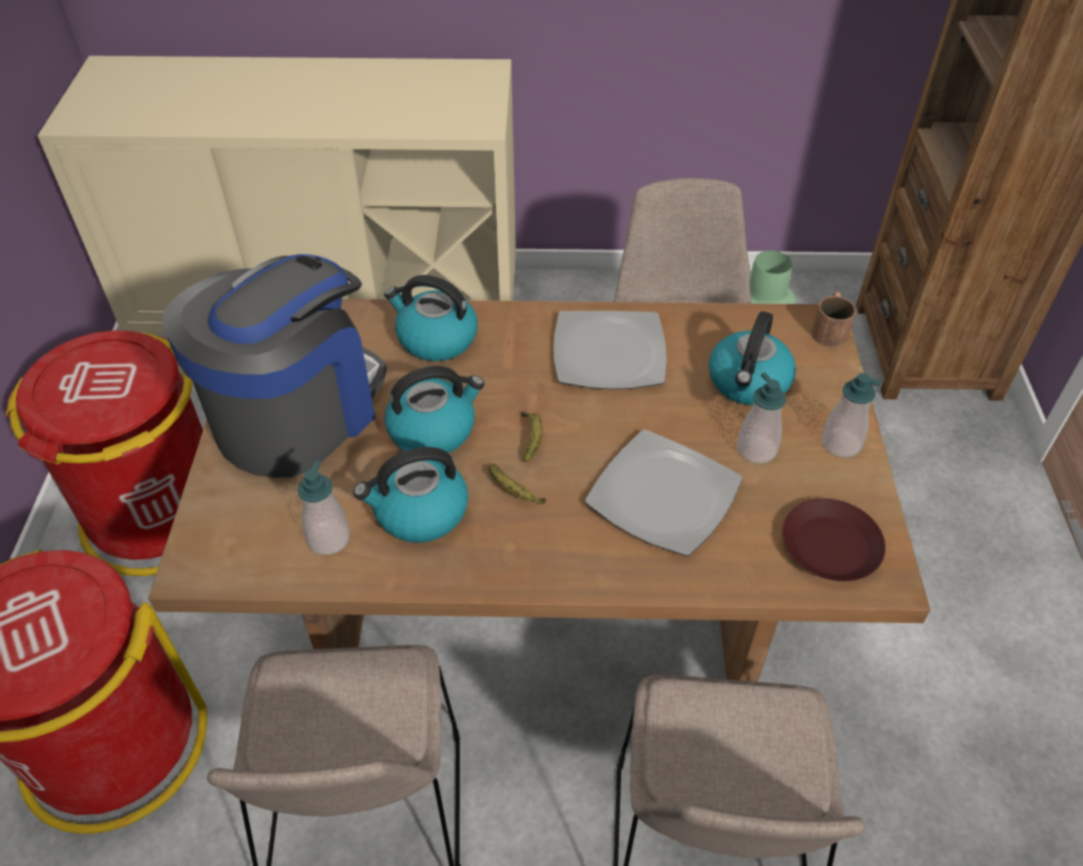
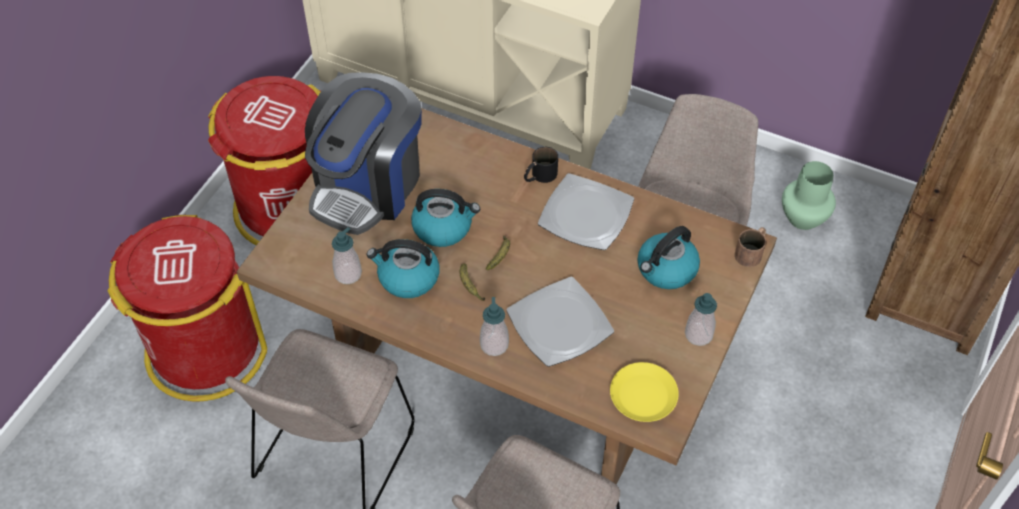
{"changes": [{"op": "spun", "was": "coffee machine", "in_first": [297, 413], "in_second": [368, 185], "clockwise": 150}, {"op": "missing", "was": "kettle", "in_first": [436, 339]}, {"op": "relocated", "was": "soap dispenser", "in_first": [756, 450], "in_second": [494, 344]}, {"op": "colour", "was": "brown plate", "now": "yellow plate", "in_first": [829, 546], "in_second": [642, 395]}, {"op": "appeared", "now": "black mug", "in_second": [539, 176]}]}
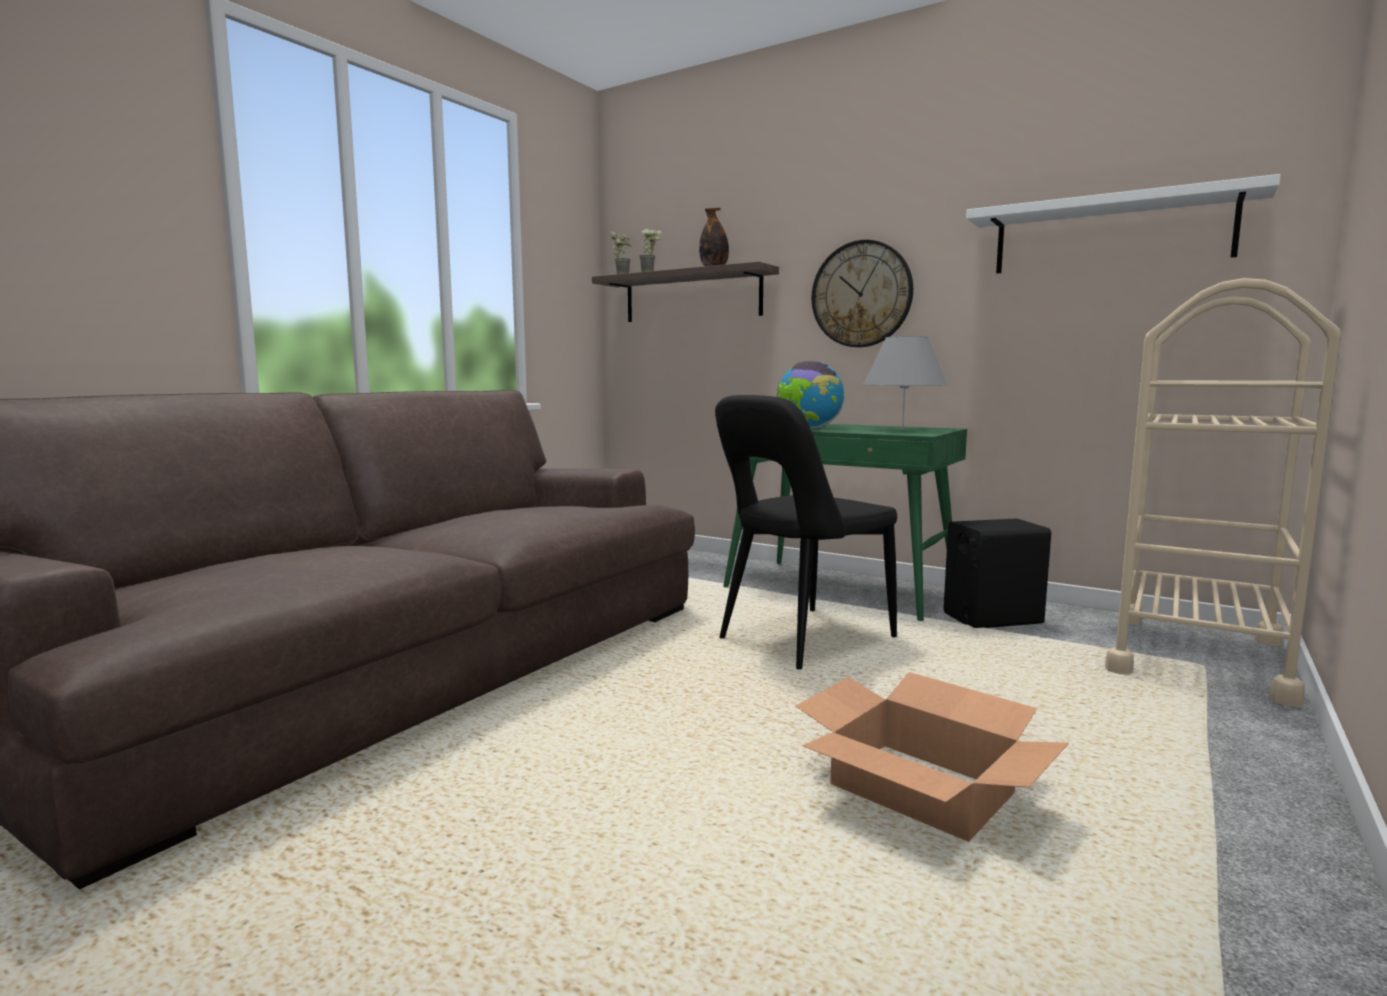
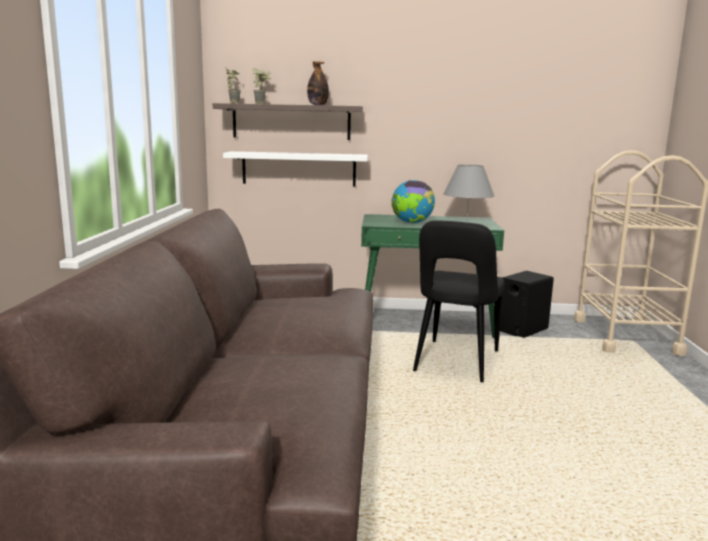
{"changes": [{"op": "relocated", "was": "white shelf", "in_first": [1110, 235], "in_second": [299, 169]}, {"op": "missing", "was": "wall clock", "in_first": [861, 294]}, {"op": "missing", "was": "cardboard box", "in_first": [921, 791]}]}
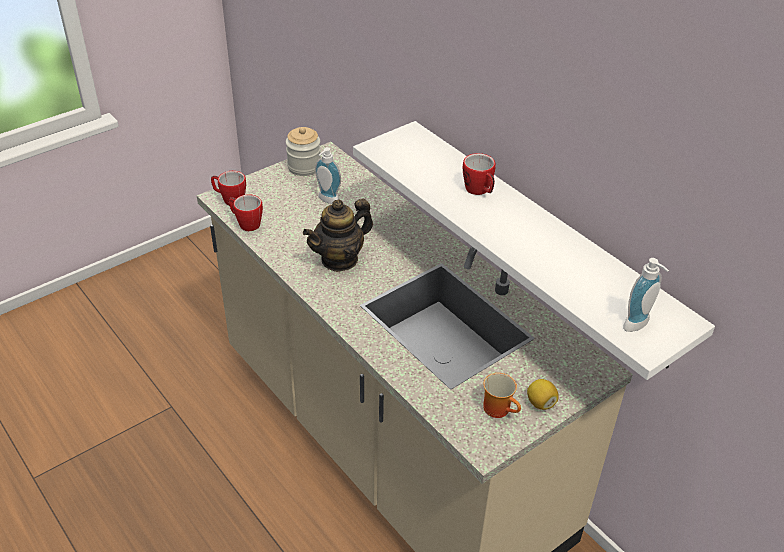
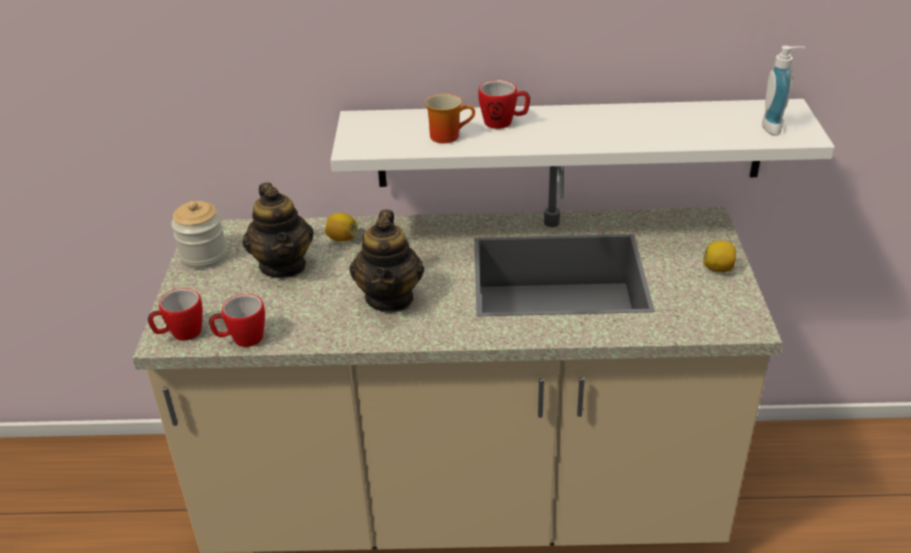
{"changes": [{"op": "exchanged", "was": "soap dispenser", "now": "teapot", "in_first": [327, 200], "in_second": [283, 265]}, {"op": "relocated", "was": "mug", "in_first": [500, 409], "in_second": [448, 135]}, {"op": "appeared", "now": "lemon", "in_second": [342, 239]}]}
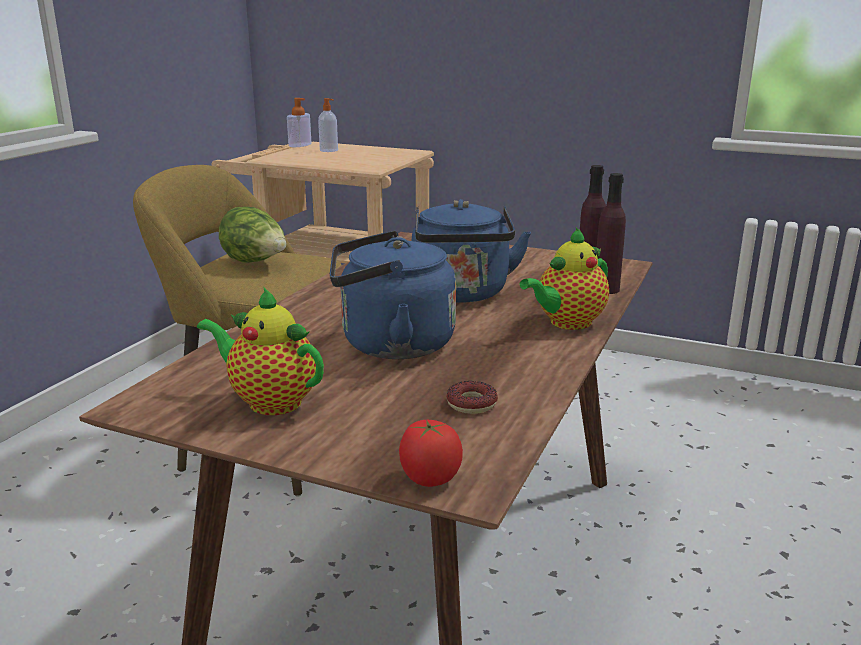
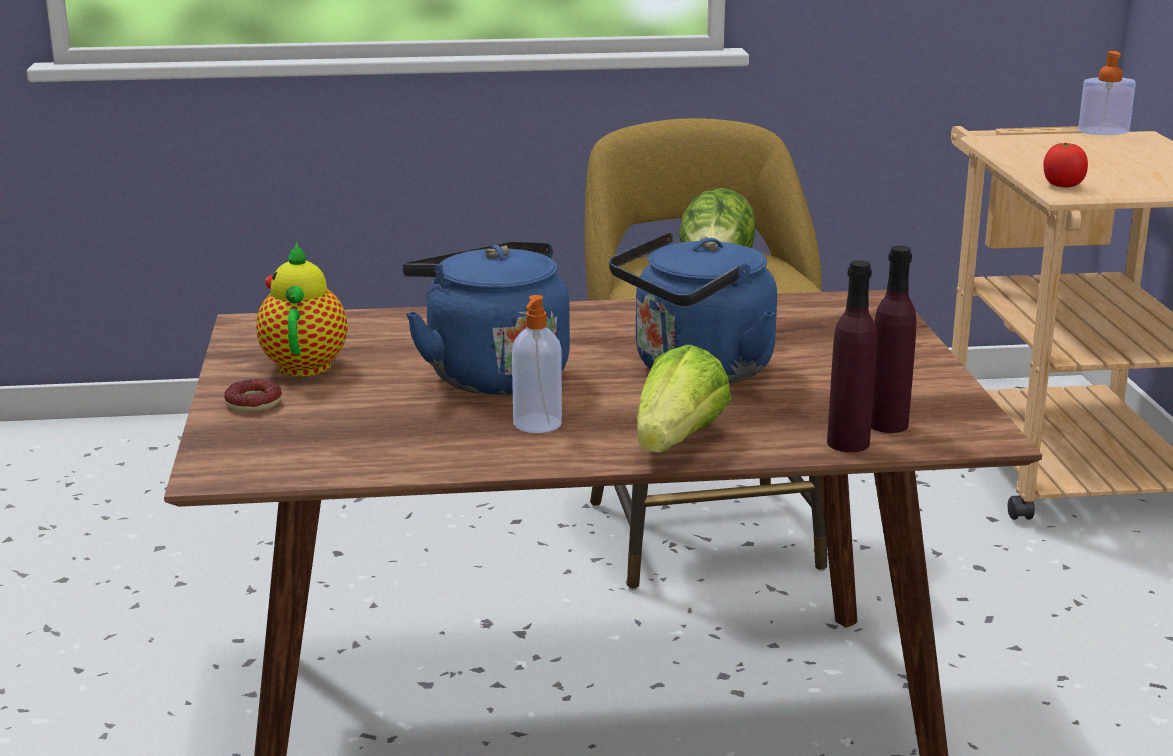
{"changes": [{"op": "relocated", "was": "soap dispenser", "in_first": [329, 150], "in_second": [537, 425]}, {"op": "exchanged", "was": "teapot", "now": "lettuce", "in_first": [567, 323], "in_second": [677, 442]}, {"op": "relocated", "was": "donut", "in_first": [472, 404], "in_second": [253, 403]}, {"op": "relocated", "was": "tomato", "in_first": [429, 479], "in_second": [1062, 186]}]}
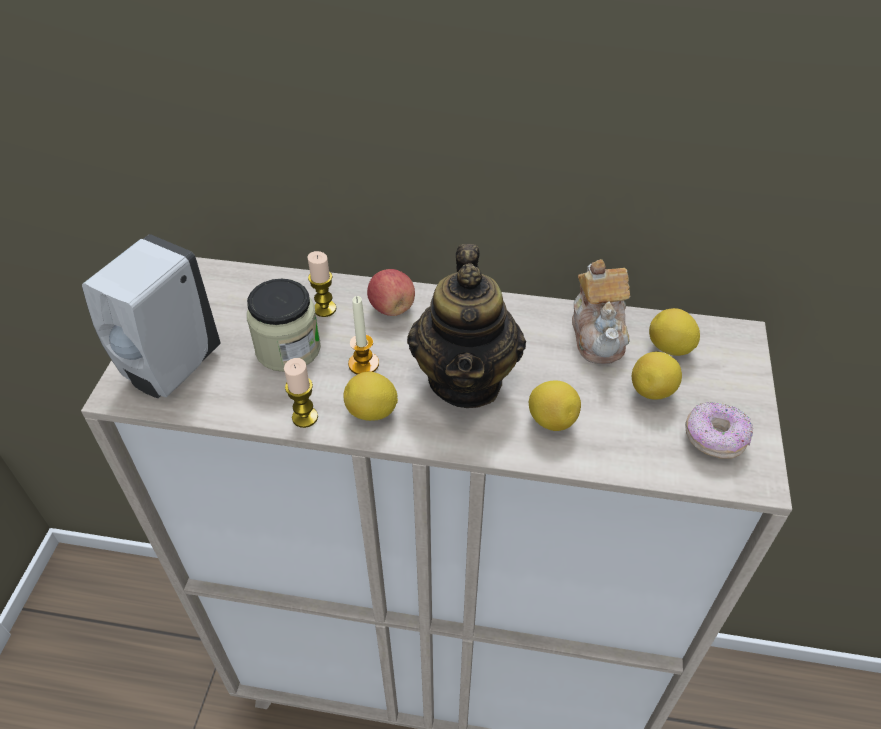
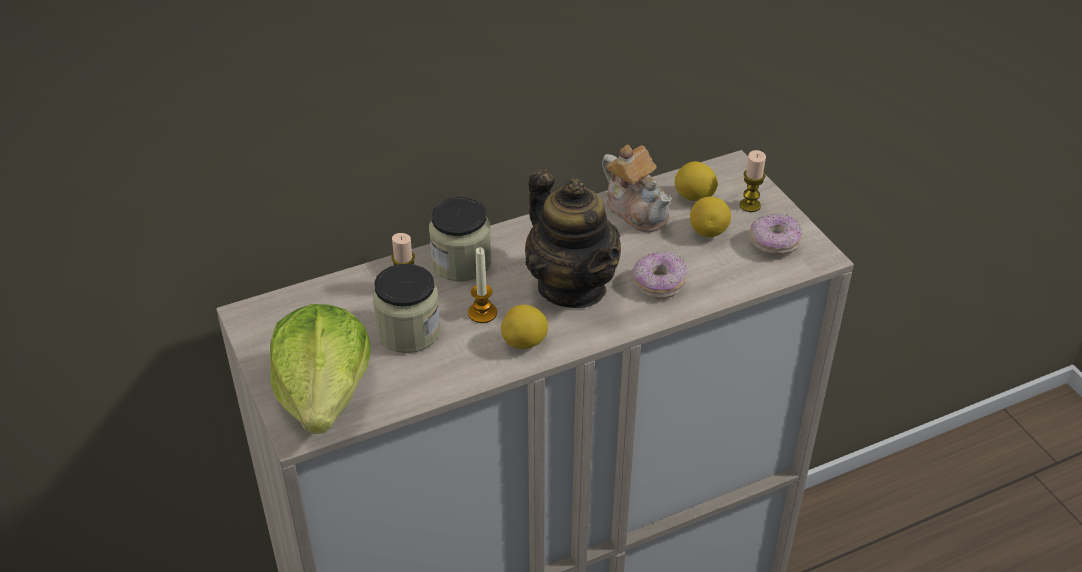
{"changes": [{"op": "exchanged", "was": "white soap dispenser", "now": "lettuce", "in_first": [170, 370], "in_second": [324, 394]}, {"op": "exchanged", "was": "apple", "now": "jar", "in_first": [392, 308], "in_second": [461, 262]}, {"op": "relocated", "was": "candle", "in_first": [305, 417], "in_second": [750, 205]}, {"op": "exchanged", "was": "lemon", "now": "donut", "in_first": [551, 420], "in_second": [659, 284]}]}
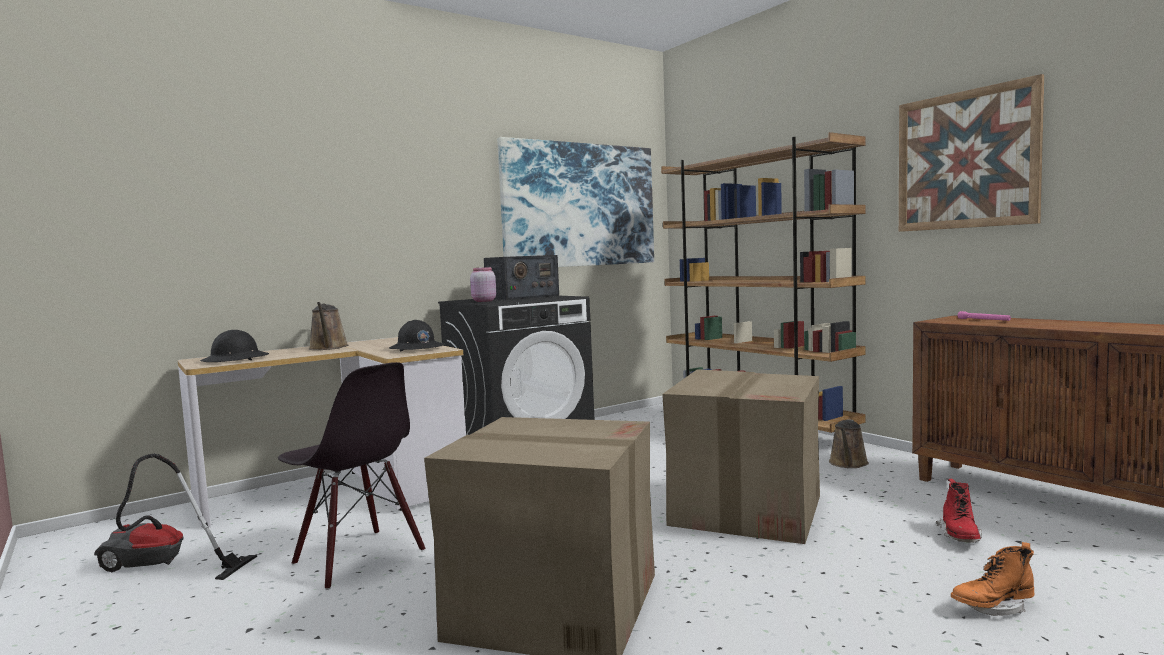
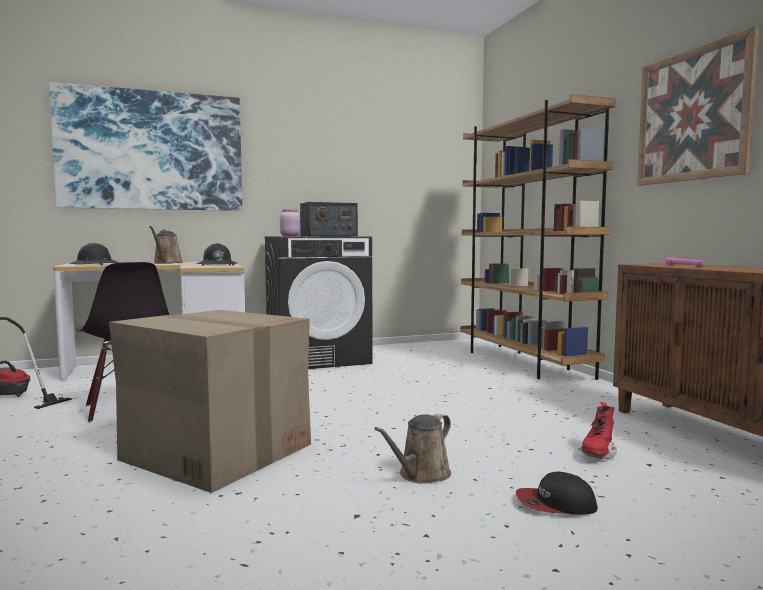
{"changes": [{"op": "relocated", "was": "picture", "in_first": [580, 205], "in_second": [152, 151]}, {"op": "missing", "was": "cardboard box", "in_first": [747, 509]}, {"op": "relocated", "was": "brown watering can", "in_first": [848, 464], "in_second": [421, 475]}, {"op": "exchanged", "was": "orange boot", "now": "cap", "in_first": [992, 607], "in_second": [555, 504]}]}
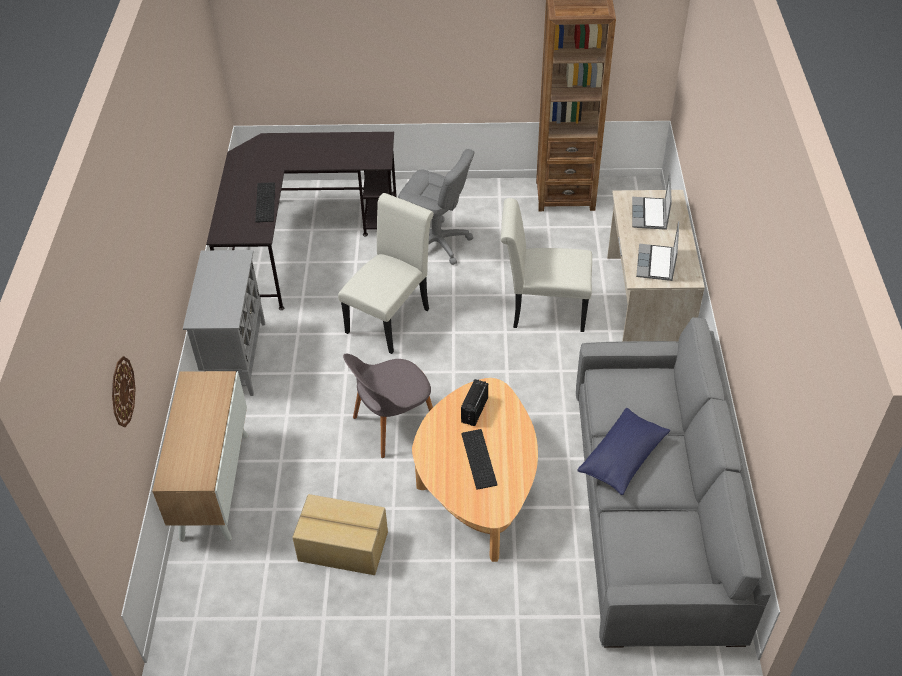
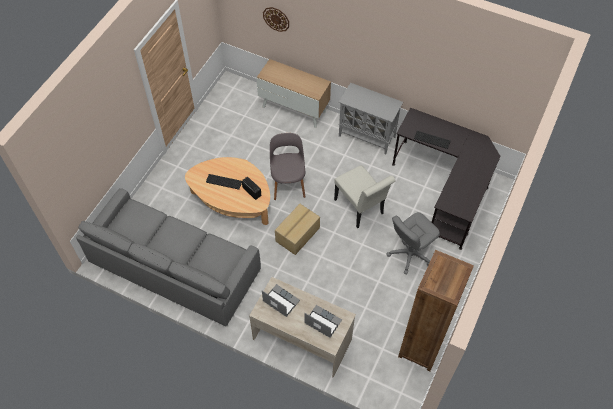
{"changes": [{"op": "missing", "was": "white chair", "in_first": [542, 310]}, {"op": "missing", "was": "blue pillow", "in_first": [622, 458]}, {"op": "relocated", "was": "cardboard box", "in_first": [343, 547], "in_second": [297, 234]}]}
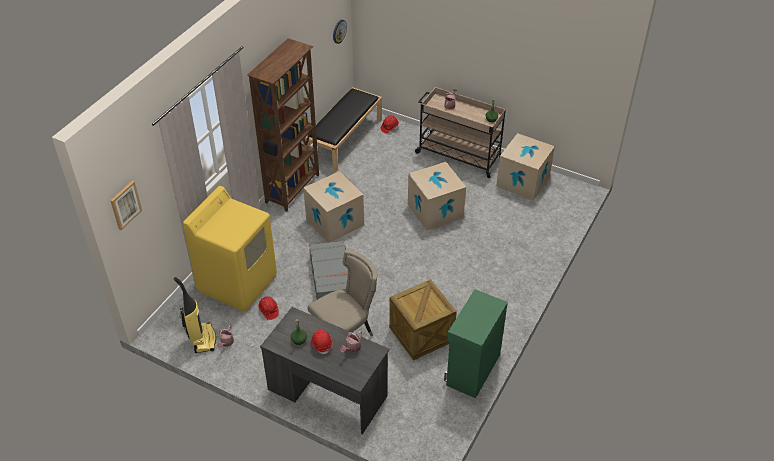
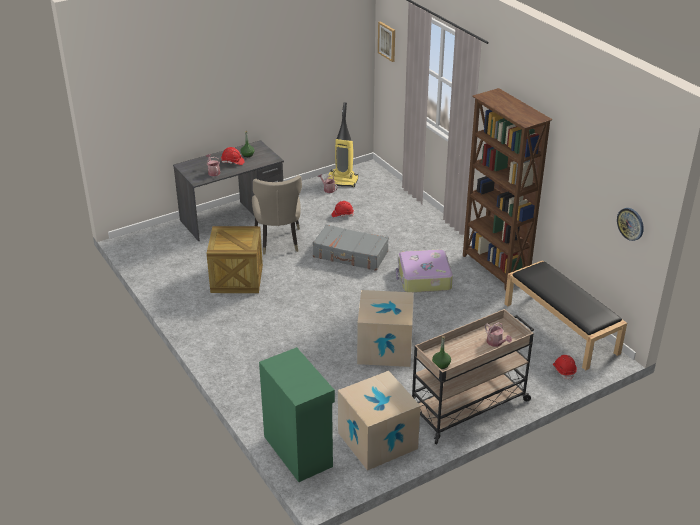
{"changes": [{"op": "exchanged", "was": "cardboard box", "now": "suitcase", "in_first": [334, 222], "in_second": [423, 278]}, {"op": "missing", "was": "yellow washing machine", "in_first": [238, 283]}, {"op": "relocated", "was": "green cabinet", "in_first": [472, 370], "in_second": [298, 450]}]}
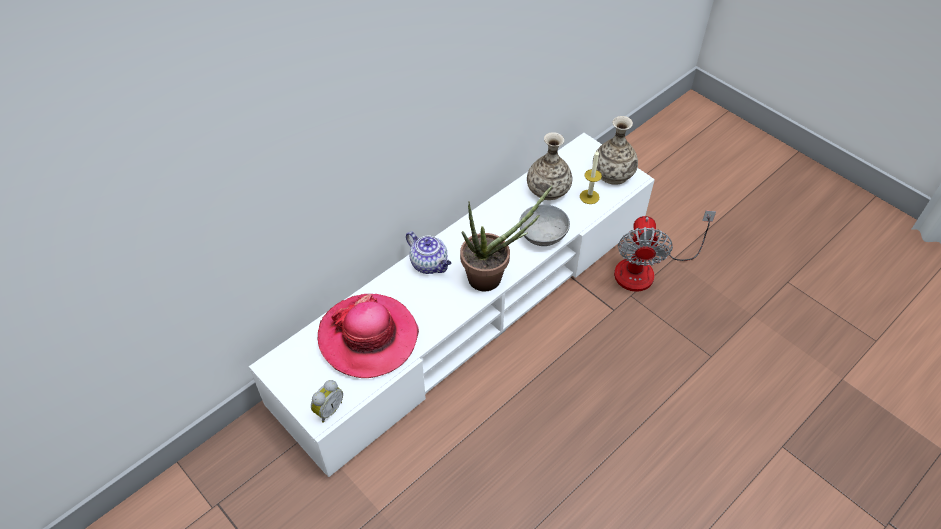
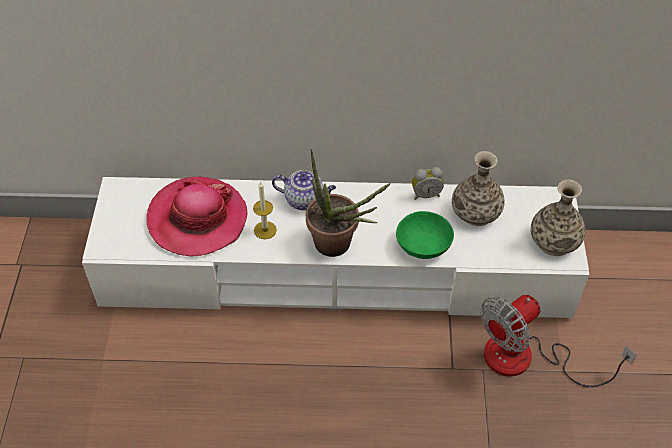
{"changes": [{"op": "relocated", "was": "candle", "in_first": [589, 197], "in_second": [265, 230]}, {"op": "colour", "was": "grey bowl", "now": "green bowl", "in_first": [544, 234], "in_second": [424, 246]}, {"op": "spun", "was": "teapot", "in_first": [430, 264], "in_second": [305, 200], "clockwise": -75}, {"op": "relocated", "was": "alarm clock", "in_first": [328, 409], "in_second": [425, 194]}]}
